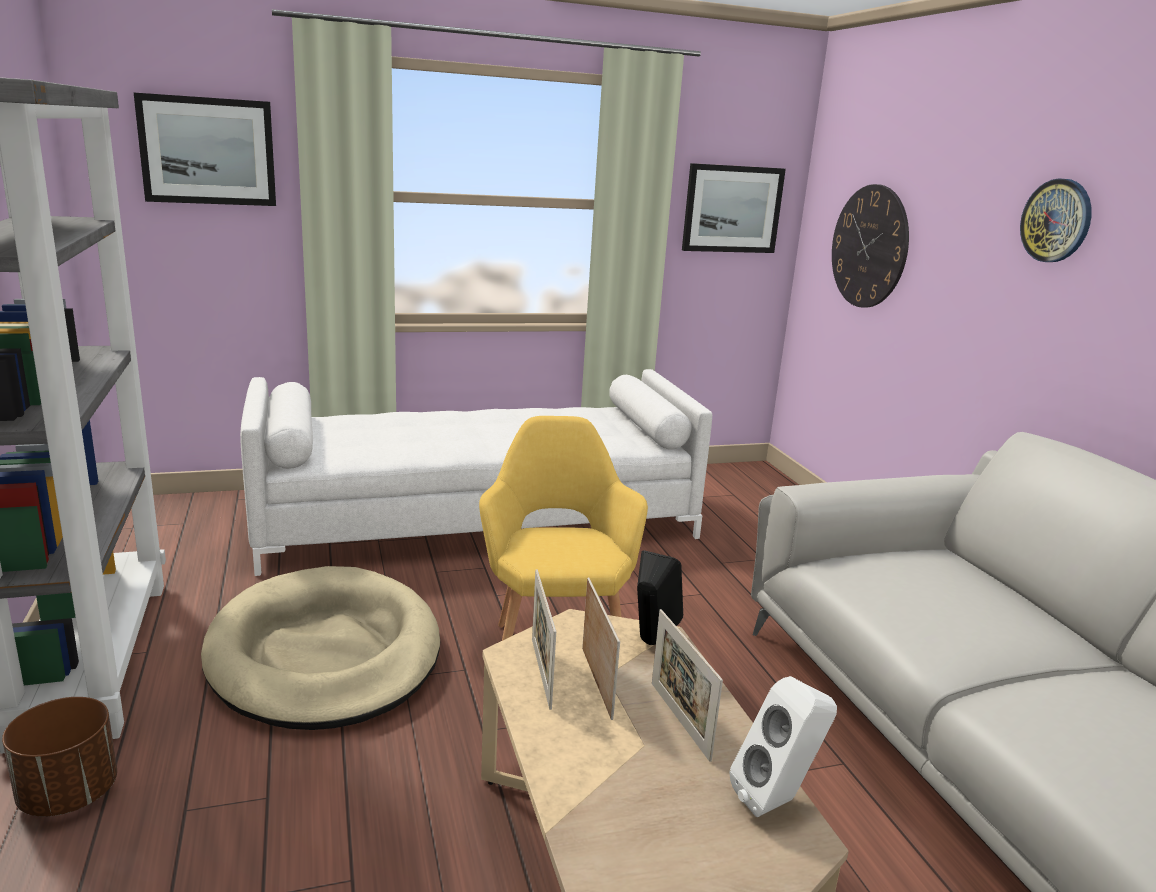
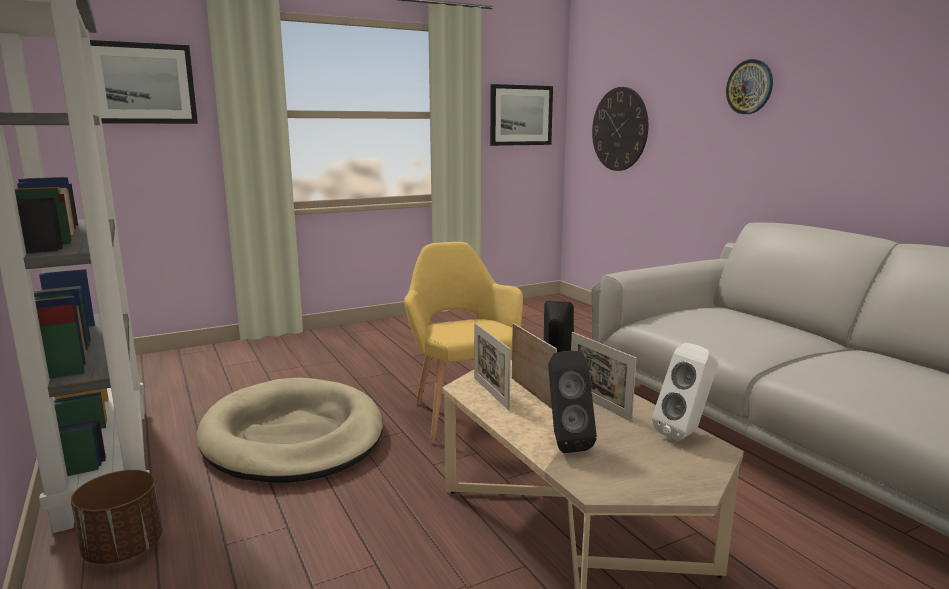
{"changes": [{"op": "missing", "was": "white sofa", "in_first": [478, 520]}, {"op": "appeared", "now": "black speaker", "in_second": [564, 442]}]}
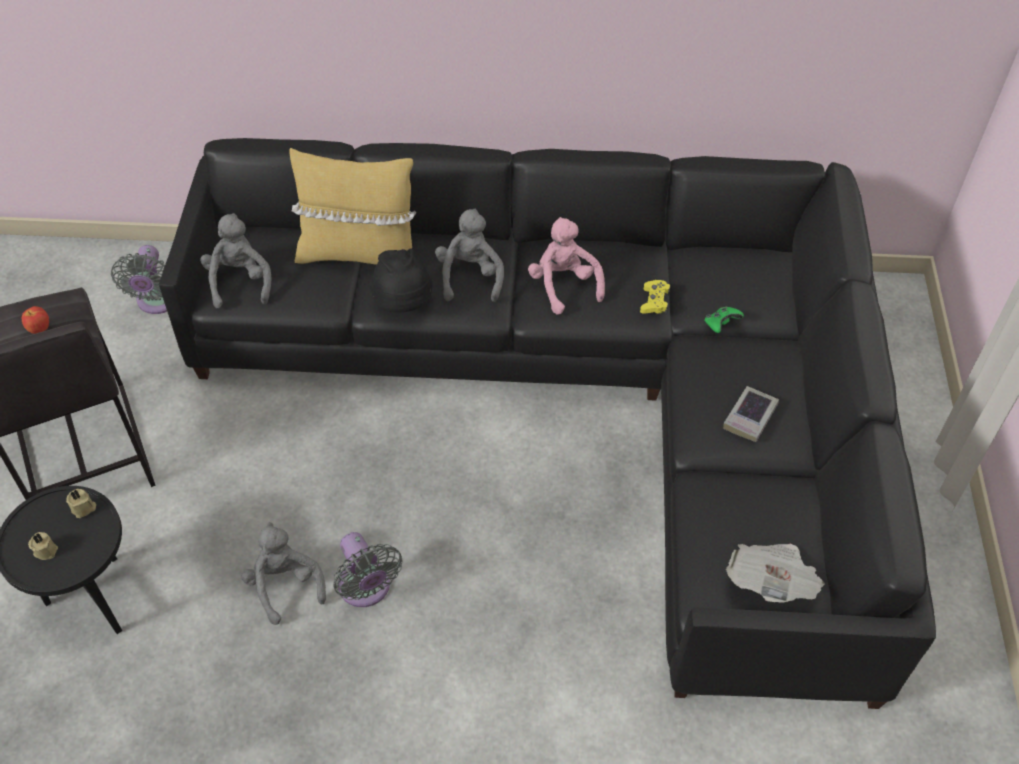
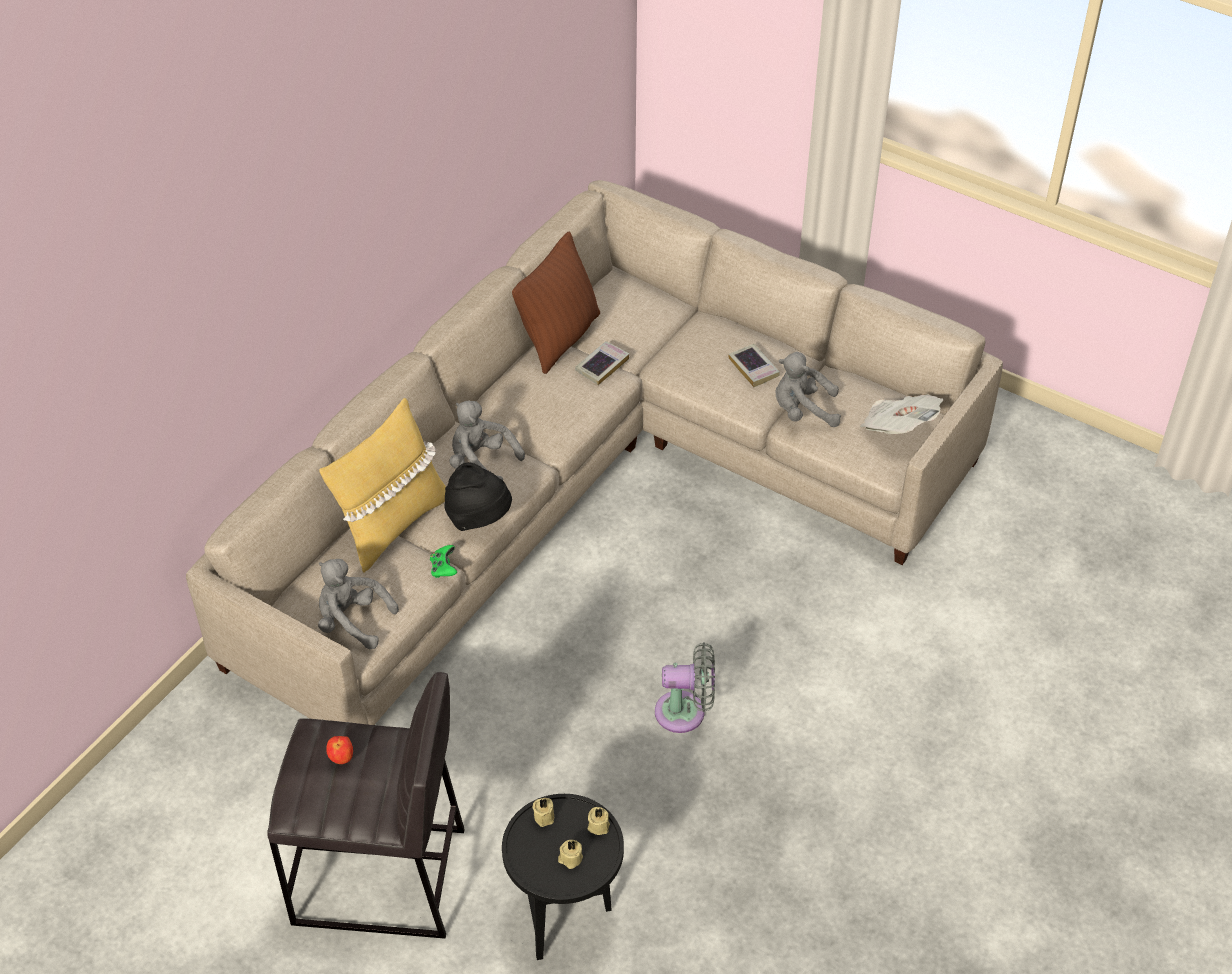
{"changes": [{"op": "colour", "was": "black sofa", "now": "beige sofa", "in_first": [589, 392], "in_second": [595, 484]}, {"op": "missing", "was": "pink plush toy", "in_first": [564, 285]}, {"op": "missing", "was": "grey fan", "in_first": [157, 302]}, {"op": "exchanged", "was": "yellow game controller", "now": "book", "in_first": [654, 301], "in_second": [602, 366]}, {"op": "relocated", "was": "green game controller", "in_first": [721, 325], "in_second": [443, 568]}, {"op": "relocated", "was": "grey plush toy", "in_first": [285, 585], "in_second": [802, 411]}, {"op": "appeared", "now": "brown pillow", "in_second": [560, 338]}, {"op": "appeared", "now": "beige candle", "in_second": [598, 825]}]}
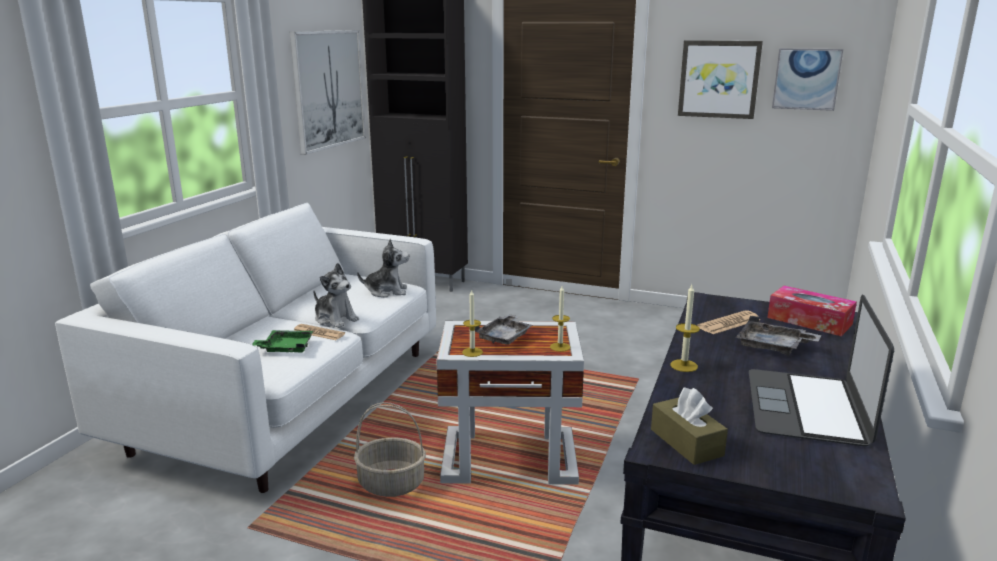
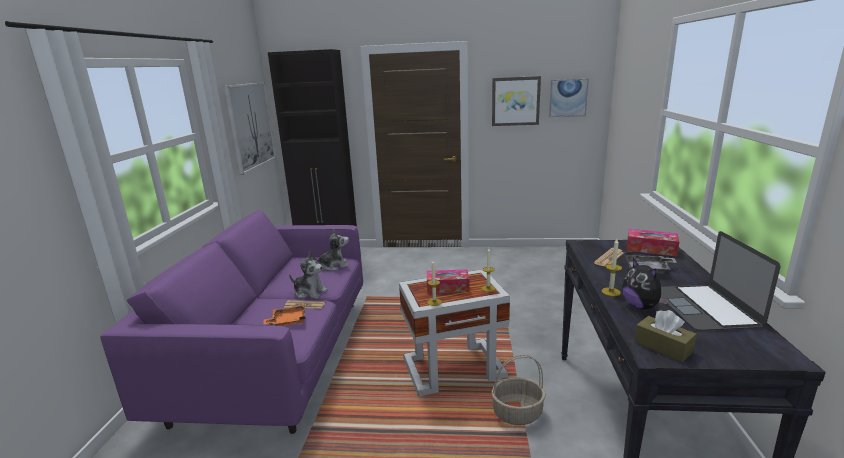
{"changes": [{"op": "colour", "was": "white sofa", "now": "purple sofa", "in_first": [290, 401], "in_second": [277, 357]}, {"op": "exchanged", "was": "grey tray", "now": "tissue box", "in_first": [505, 337], "in_second": [447, 287]}, {"op": "colour", "was": "green tray", "now": "orange tray", "in_first": [286, 348], "in_second": [287, 321]}, {"op": "relocated", "was": "basket", "in_first": [392, 483], "in_second": [518, 413]}, {"op": "appeared", "now": "plush toy", "in_second": [641, 306]}]}
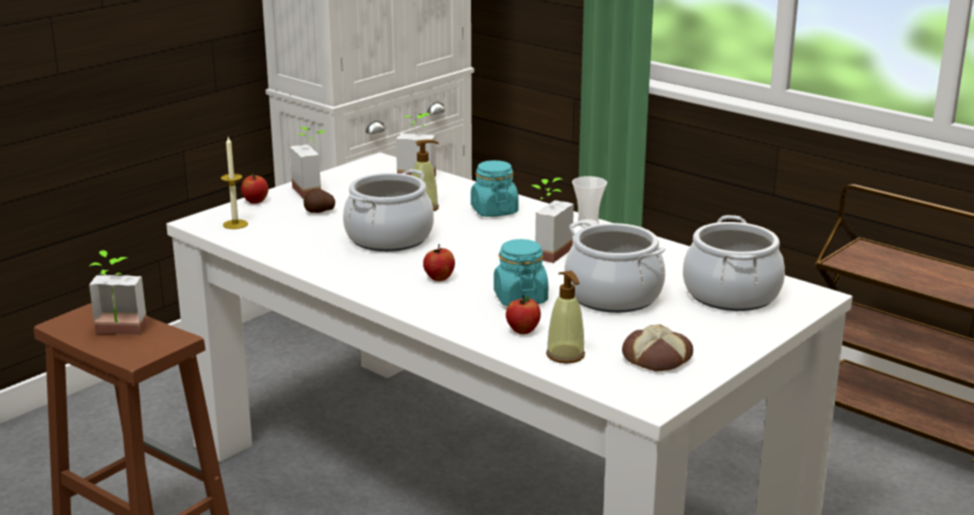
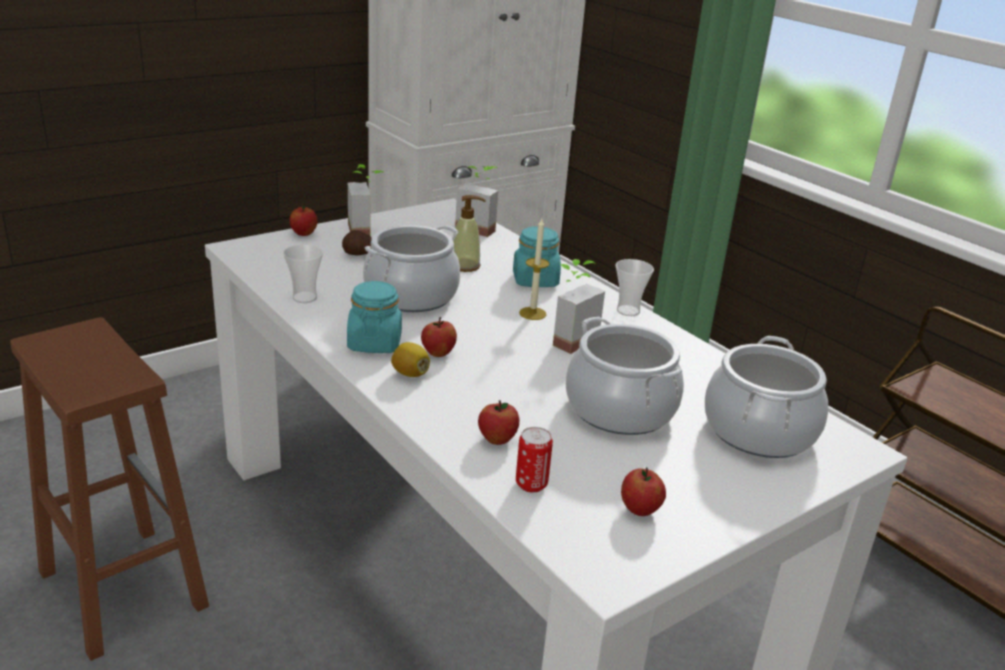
{"changes": [{"op": "relocated", "was": "candle", "in_first": [235, 224], "in_second": [532, 313]}, {"op": "relocated", "was": "turquoise jar", "in_first": [520, 298], "in_second": [374, 343]}, {"op": "missing", "was": "potted plant", "in_first": [118, 333]}, {"op": "exchanged", "was": "soap dispenser", "now": "can", "in_first": [565, 355], "in_second": [531, 484]}, {"op": "exchanged", "was": "bread", "now": "apple", "in_first": [658, 358], "in_second": [640, 510]}, {"op": "appeared", "now": "cup", "in_second": [304, 298]}, {"op": "appeared", "now": "lemon", "in_second": [410, 374]}]}
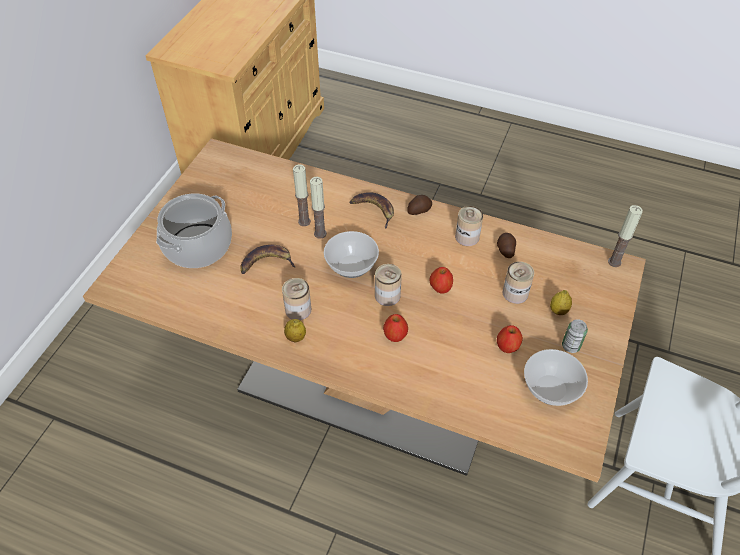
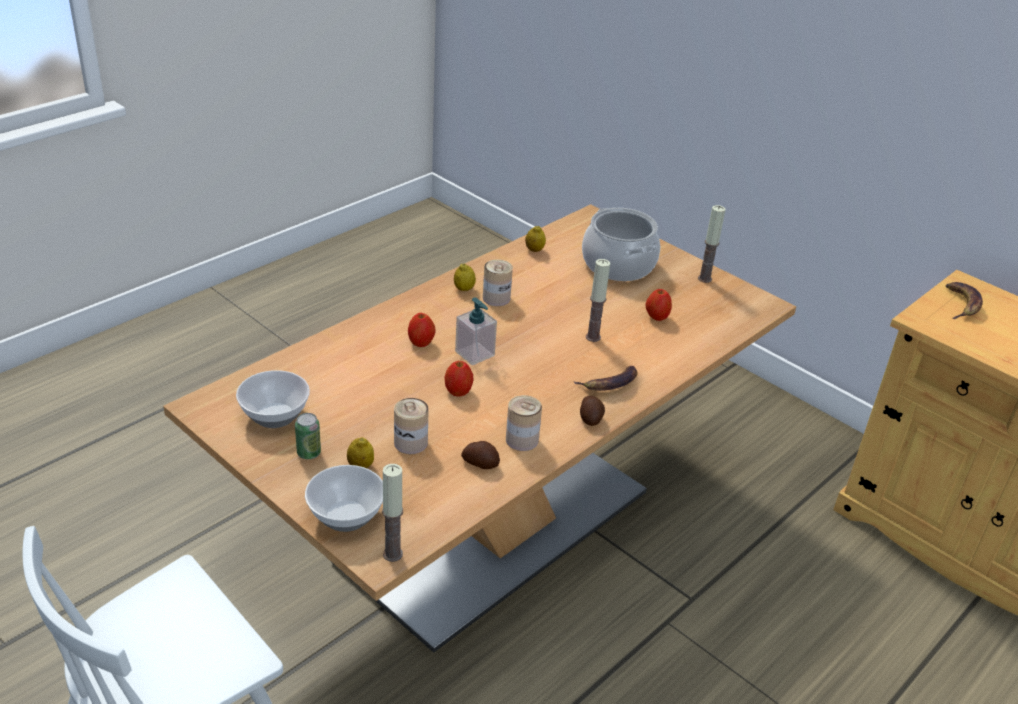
{"changes": [{"op": "relocated", "was": "candle", "in_first": [304, 221], "in_second": [704, 279]}, {"op": "relocated", "was": "bowl", "in_first": [352, 267], "in_second": [344, 516]}, {"op": "relocated", "was": "banana", "in_first": [267, 262], "in_second": [962, 304]}, {"op": "exchanged", "was": "can", "now": "soap dispenser", "in_first": [387, 295], "in_second": [475, 354]}, {"op": "relocated", "was": "apple", "in_first": [507, 347], "in_second": [656, 317]}, {"op": "appeared", "now": "lemon", "in_second": [534, 250]}]}
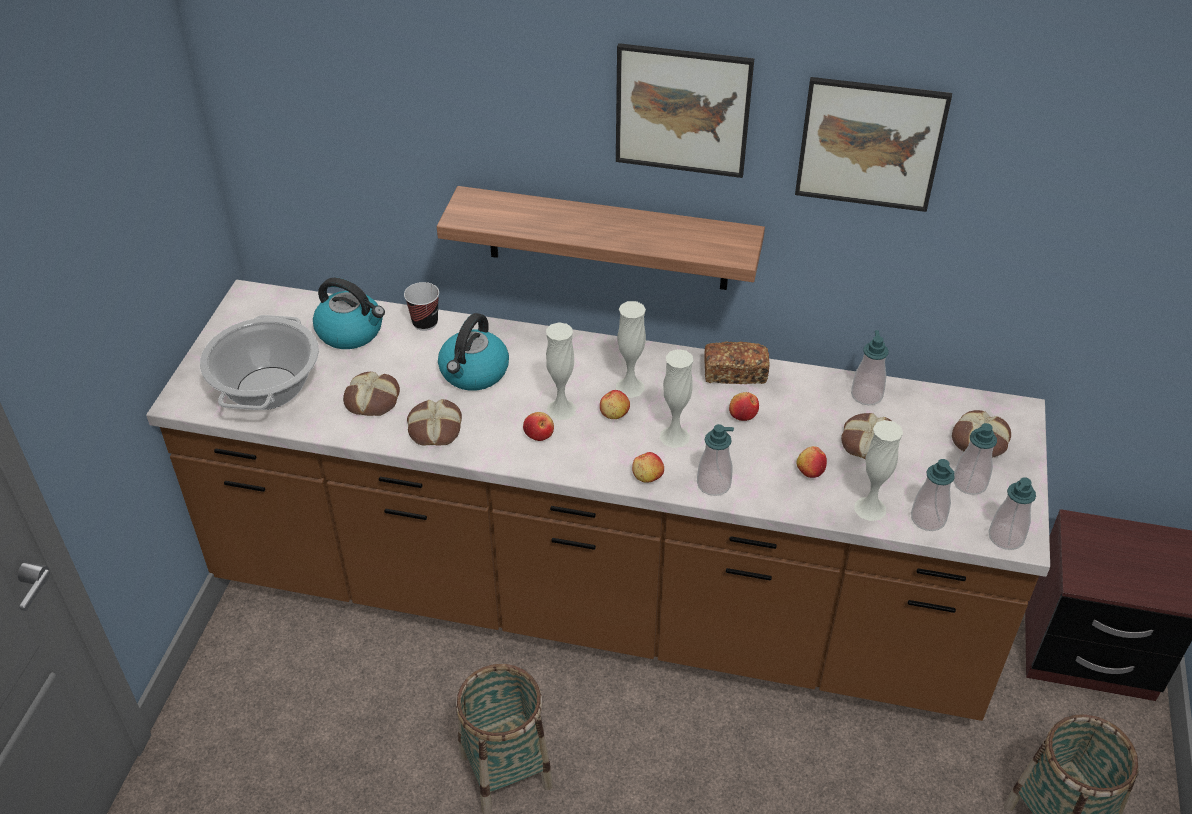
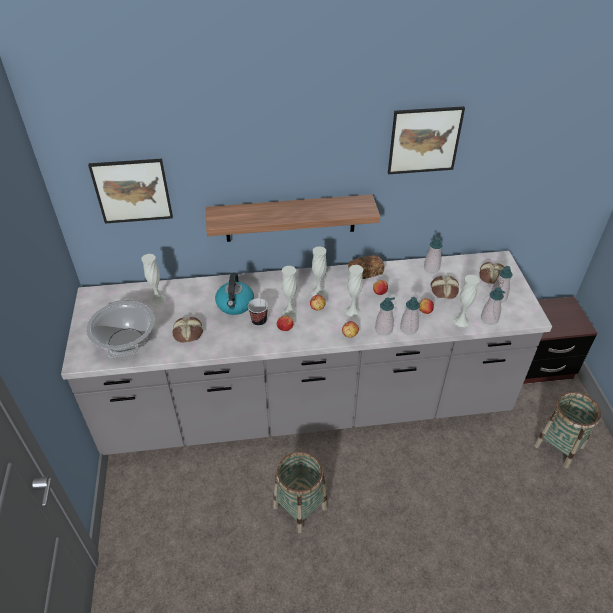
{"changes": [{"op": "relocated", "was": "picture", "in_first": [682, 110], "in_second": [132, 191]}, {"op": "exchanged", "was": "kettle", "now": "white vase", "in_first": [351, 332], "in_second": [158, 299]}, {"op": "colour", "was": "brown counter", "now": "grey counter", "in_first": [596, 597], "in_second": [306, 406]}, {"op": "relocated", "was": "cup", "in_first": [425, 323], "in_second": [259, 321]}, {"op": "missing", "was": "bread", "in_first": [434, 428]}, {"op": "relocated", "was": "soap dispenser", "in_first": [1006, 537], "in_second": [408, 328]}]}
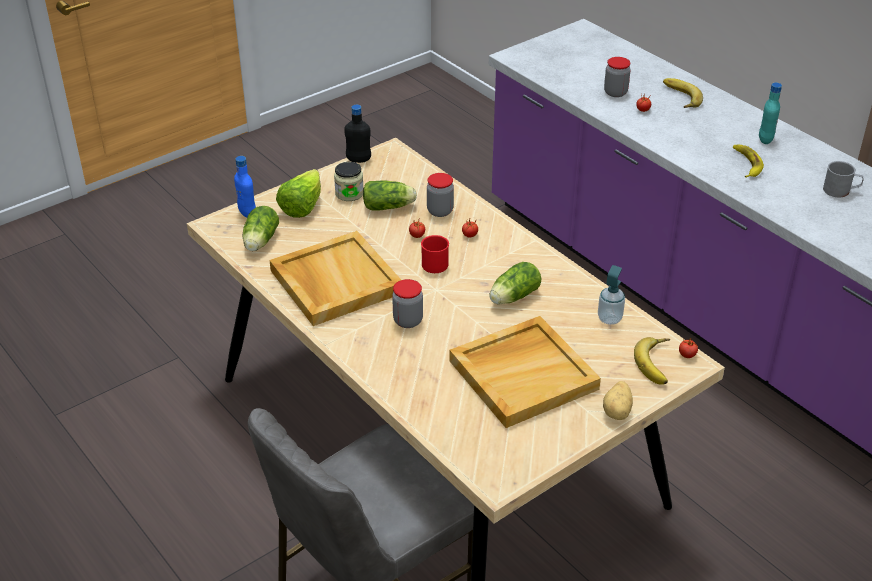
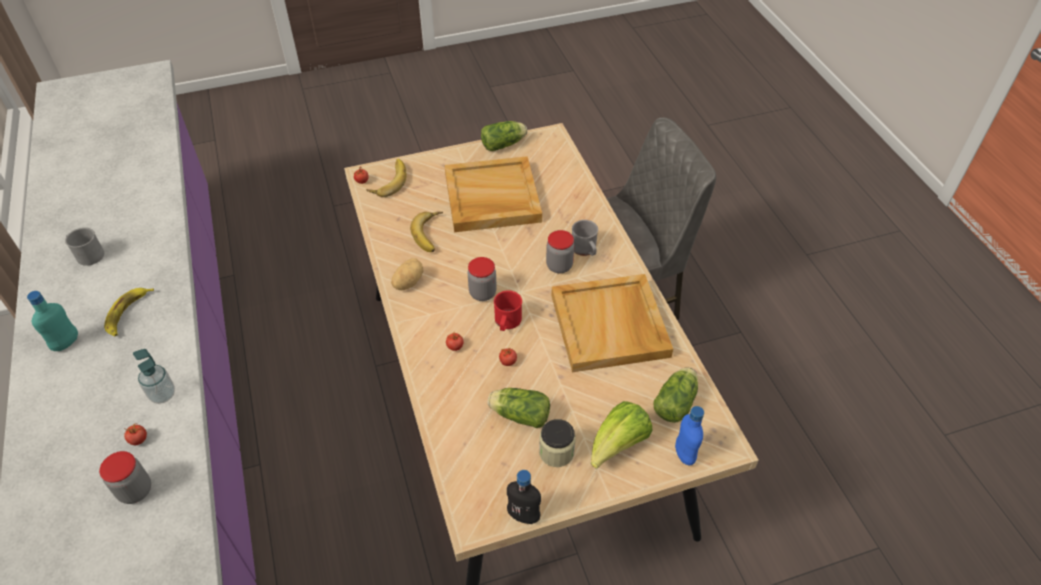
{"changes": [{"op": "relocated", "was": "banana", "in_first": [679, 97], "in_second": [431, 234]}, {"op": "relocated", "was": "jar", "in_first": [440, 211], "in_second": [482, 293]}, {"op": "relocated", "was": "lettuce", "in_first": [512, 297], "in_second": [505, 144]}, {"op": "relocated", "was": "soap dispenser", "in_first": [609, 318], "in_second": [163, 394]}, {"op": "relocated", "was": "potato", "in_first": [618, 411], "in_second": [407, 282]}, {"op": "appeared", "now": "grey mug", "in_second": [585, 250]}]}
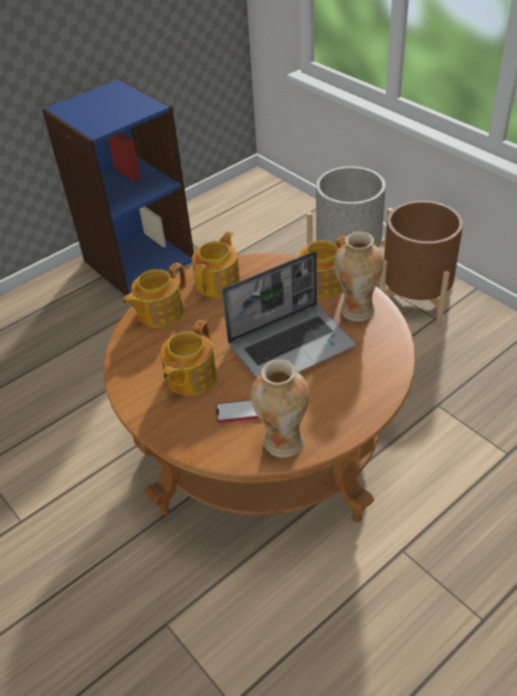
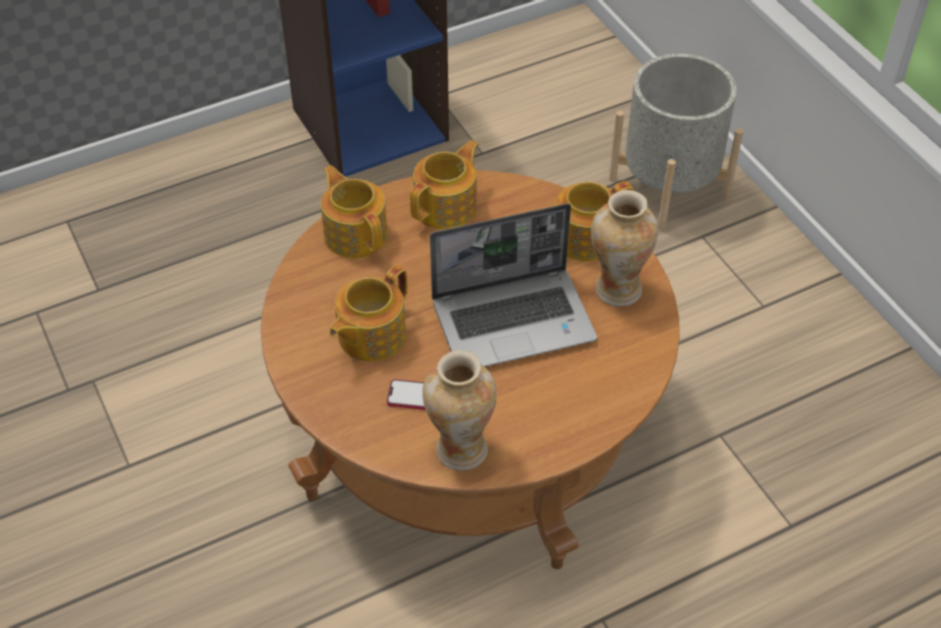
{"changes": [{"op": "missing", "was": "brown planter", "in_first": [415, 299]}, {"op": "spun", "was": "teapot", "in_first": [159, 312], "in_second": [355, 234], "clockwise": 90}]}
